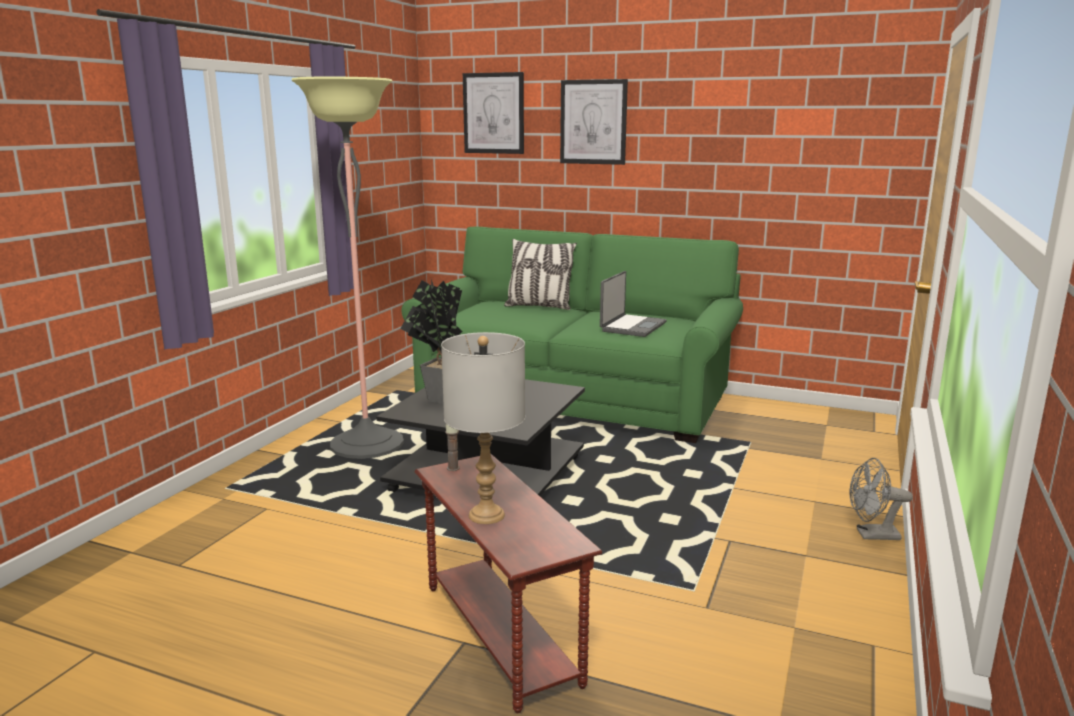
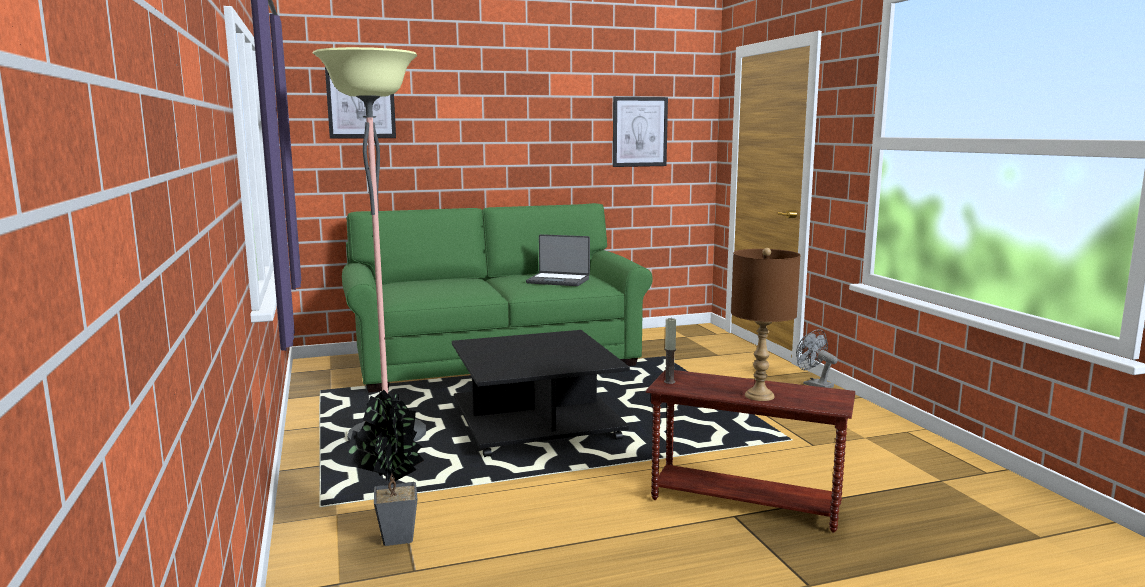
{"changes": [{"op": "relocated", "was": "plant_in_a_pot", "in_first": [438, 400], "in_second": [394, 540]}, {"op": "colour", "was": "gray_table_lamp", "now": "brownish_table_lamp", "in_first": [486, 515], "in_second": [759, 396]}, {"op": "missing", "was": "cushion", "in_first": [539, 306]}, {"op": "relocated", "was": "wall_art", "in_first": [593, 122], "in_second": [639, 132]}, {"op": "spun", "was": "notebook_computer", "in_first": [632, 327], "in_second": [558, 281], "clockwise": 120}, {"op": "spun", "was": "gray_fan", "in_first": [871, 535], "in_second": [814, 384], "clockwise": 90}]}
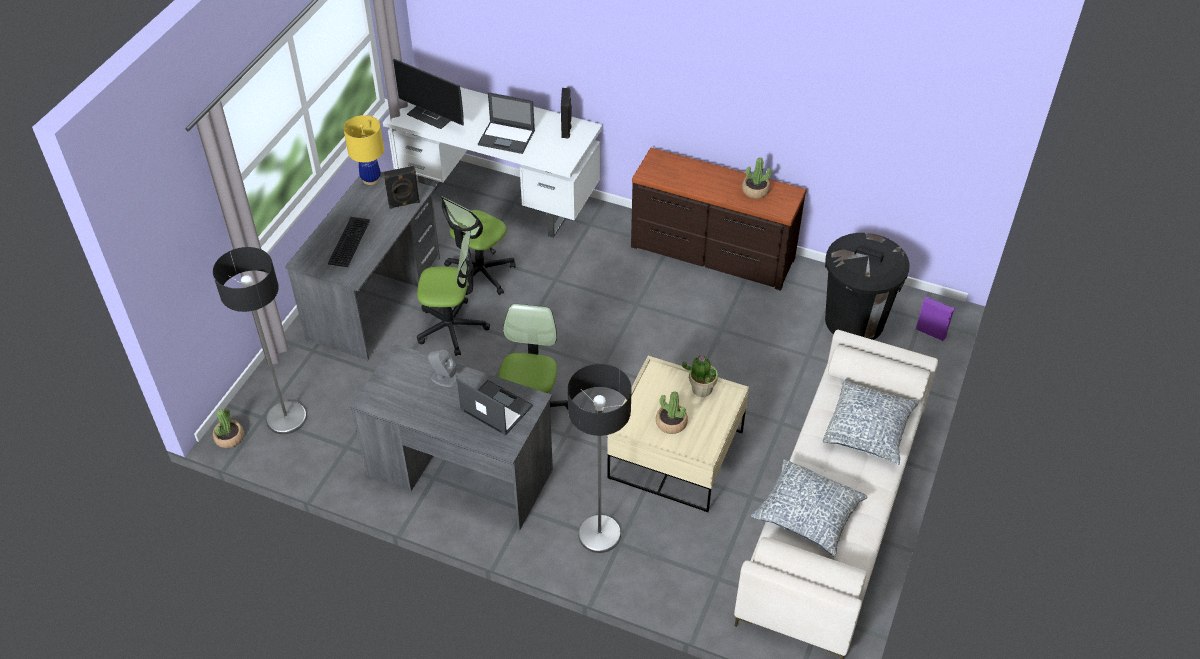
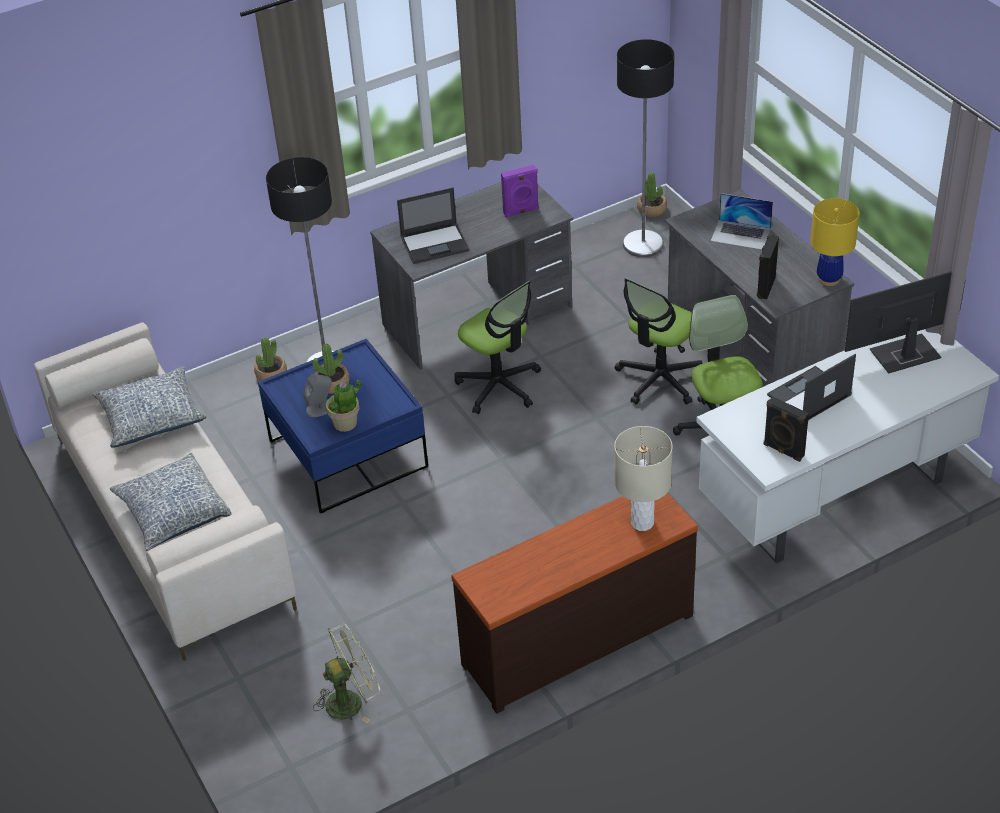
{"changes": [{"op": "exchanged", "was": "computer_keyboard", "now": "notebook_computer", "in_first": [348, 241], "in_second": [741, 234]}, {"op": "relocated", "was": "gray_loudspeaker", "in_first": [443, 378], "in_second": [320, 408]}, {"op": "colour", "was": "beige-coloured_lounge_table", "now": "blue_lounge_table", "in_first": [676, 455], "in_second": [347, 454]}, {"op": "relocated", "was": "plant_in_a_pot", "in_first": [755, 191], "in_second": [271, 374]}, {"op": "exchanged", "was": "black_rubbish_bin", "now": "greenish_fan", "in_first": [854, 321], "in_second": [351, 700]}, {"op": "relocated", "was": "purplish_loudspeaker", "in_first": [931, 332], "in_second": [521, 212]}, {"op": "appeared", "now": "beige-coloured_table_lamp", "in_second": [642, 522]}]}
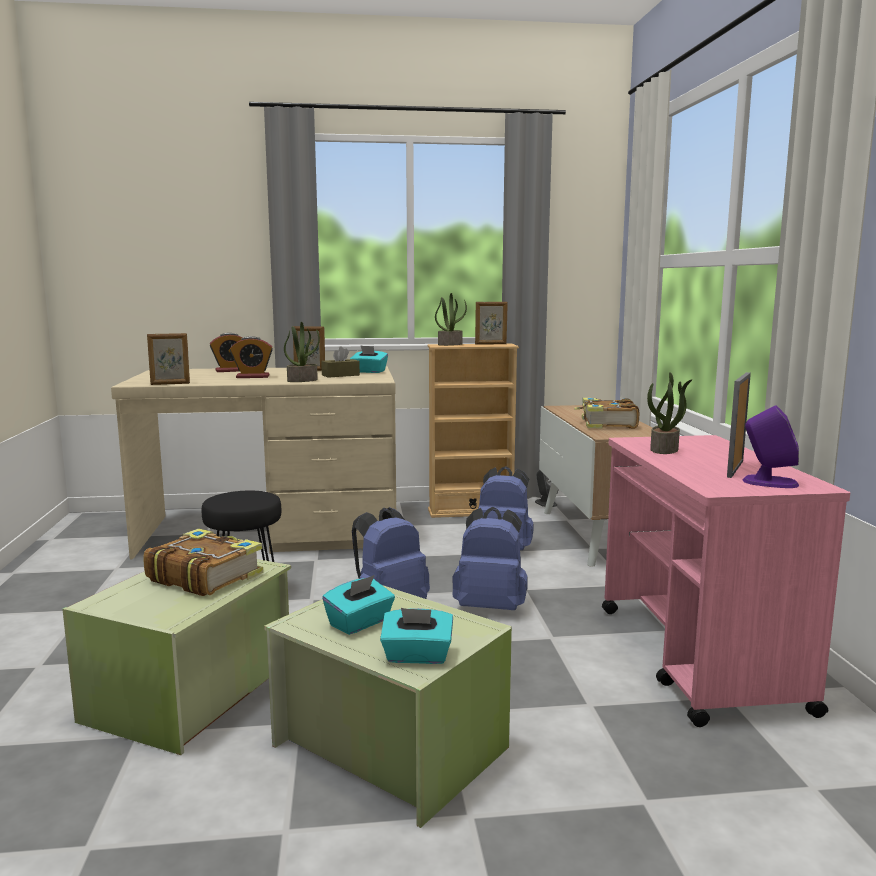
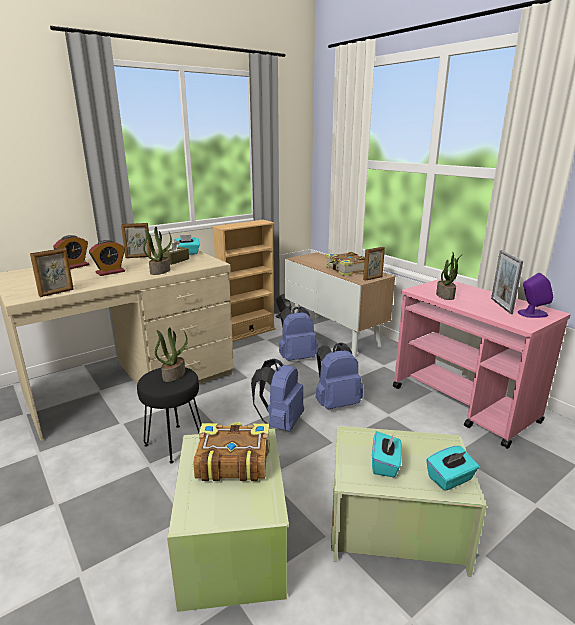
{"changes": [{"op": "relocated", "was": "plant_in_a_pot", "in_first": [450, 344], "in_second": [174, 375]}, {"op": "relocated", "was": "photo_frame", "in_first": [491, 344], "in_second": [373, 278]}]}
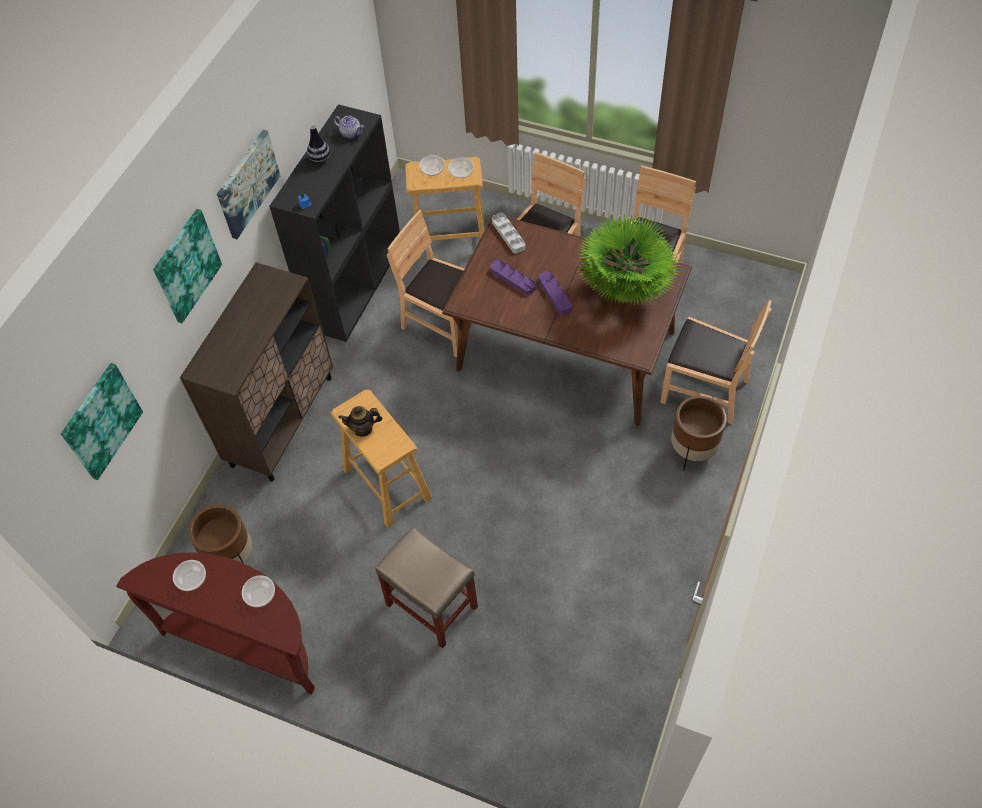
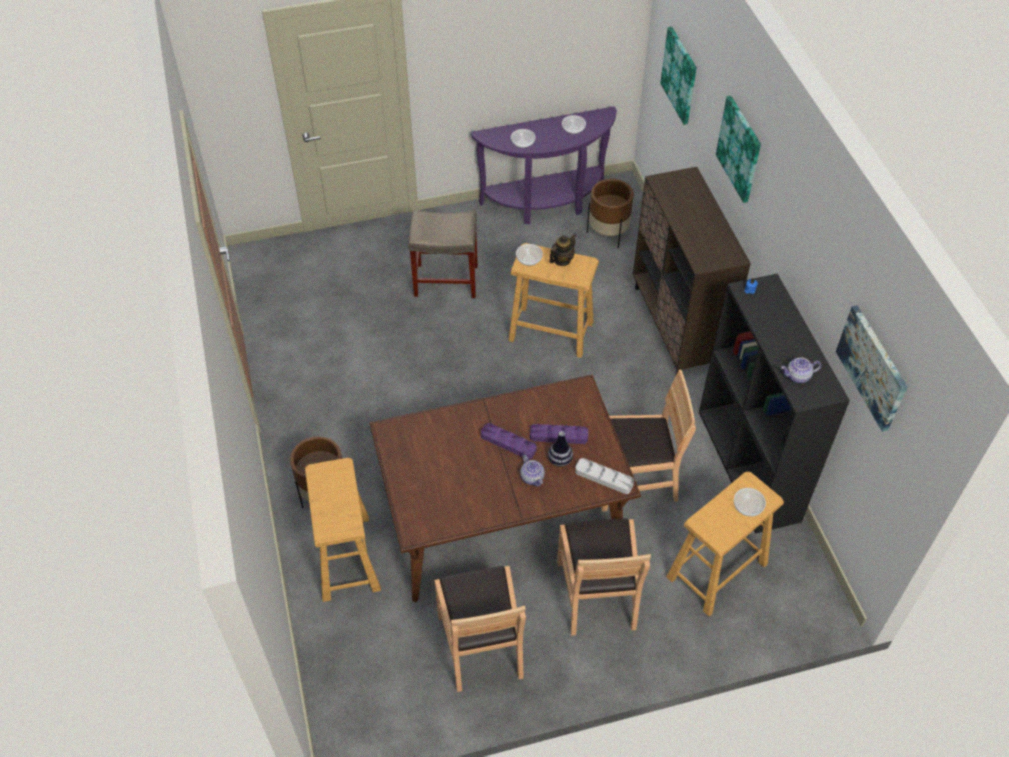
{"changes": [{"op": "colour", "was": "brownish_hall_table", "now": "purplish_hall_table", "in_first": [248, 641], "in_second": [546, 203]}, {"op": "relocated", "was": "wall_art", "in_first": [247, 183], "in_second": [872, 367]}, {"op": "relocated", "was": "decorative_vase", "in_first": [320, 159], "in_second": [559, 460]}, {"op": "relocated", "was": "bowl", "in_first": [461, 172], "in_second": [529, 260]}, {"op": "missing", "was": "plant_in_a_pot", "in_first": [625, 292]}, {"op": "exchanged", "was": "brownish_upright_chair", "now": "beige-coloured_stool", "in_first": [704, 390], "in_second": [346, 557]}, {"op": "appeared", "now": "teapot", "in_second": [532, 477]}]}
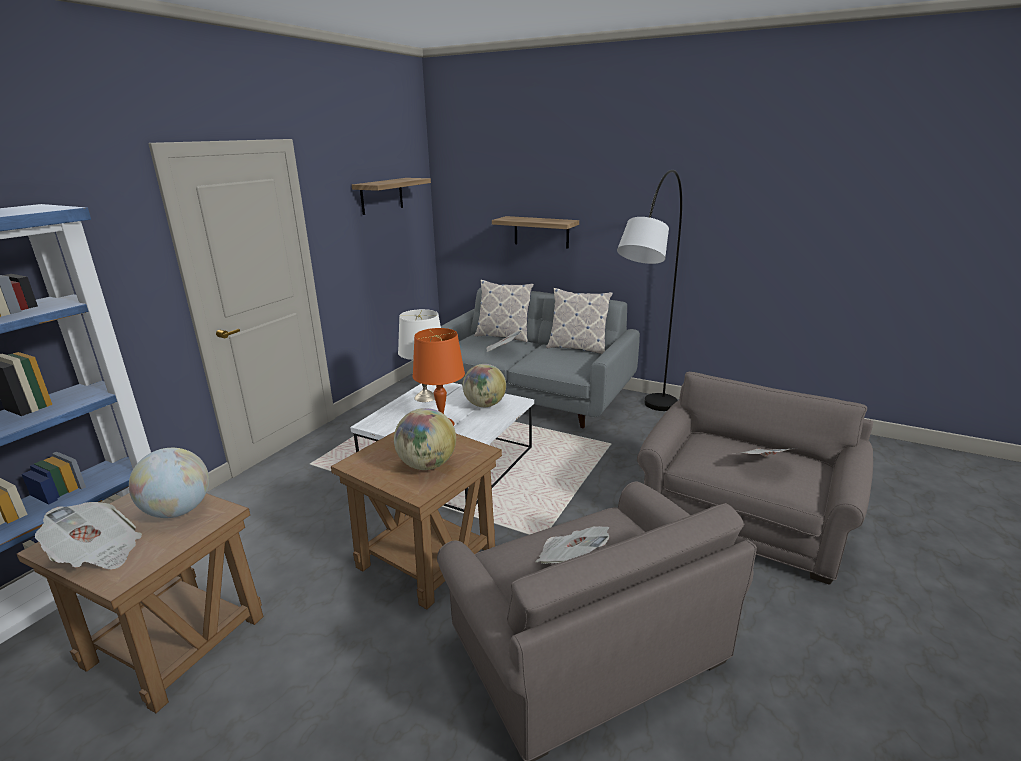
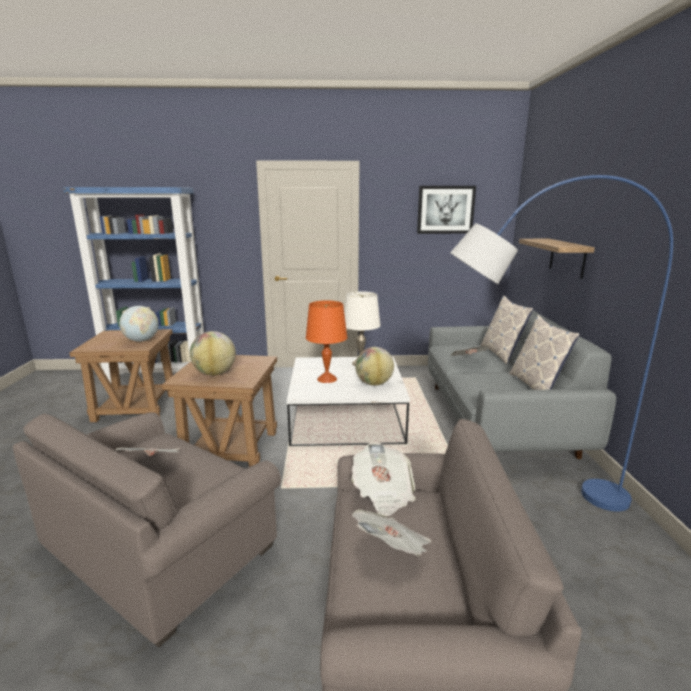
{"changes": [{"op": "relocated", "was": "daily_paper", "in_first": [97, 553], "in_second": [383, 493]}, {"op": "exchanged", "was": "bracket_shelf", "now": "wall_art", "in_first": [381, 196], "in_second": [445, 210]}, {"op": "colour", "was": "gray_floor_lamp", "now": "blue_floor_lamp", "in_first": [644, 430], "in_second": [524, 499]}]}
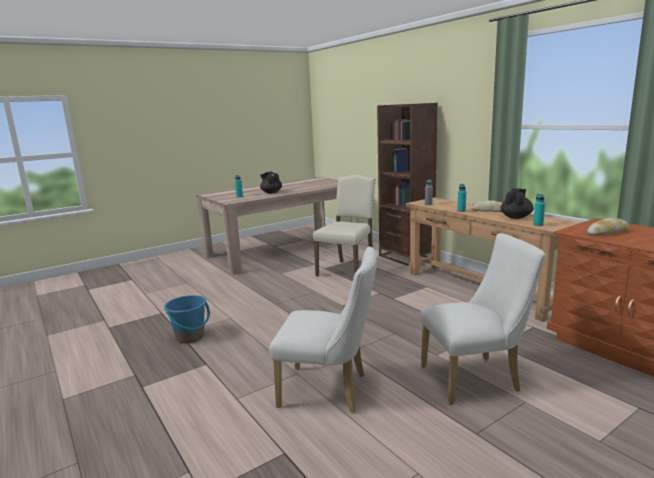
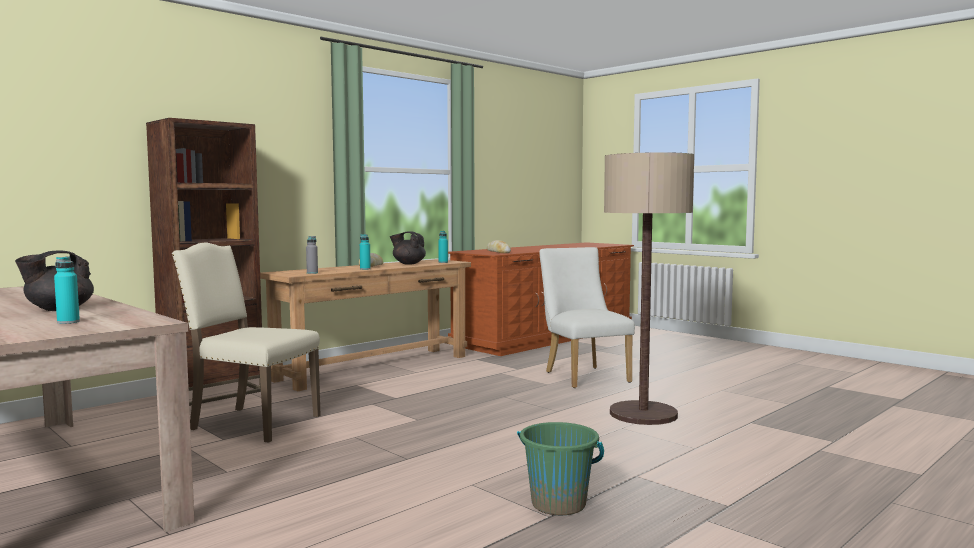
{"changes": [{"op": "colour", "was": "blue_pail", "now": "greenish_pail", "in_first": [190, 337], "in_second": [558, 504]}, {"op": "exchanged", "was": "white-coloured_upright_chair", "now": "floor_lamp", "in_first": [330, 390], "in_second": [643, 414]}]}
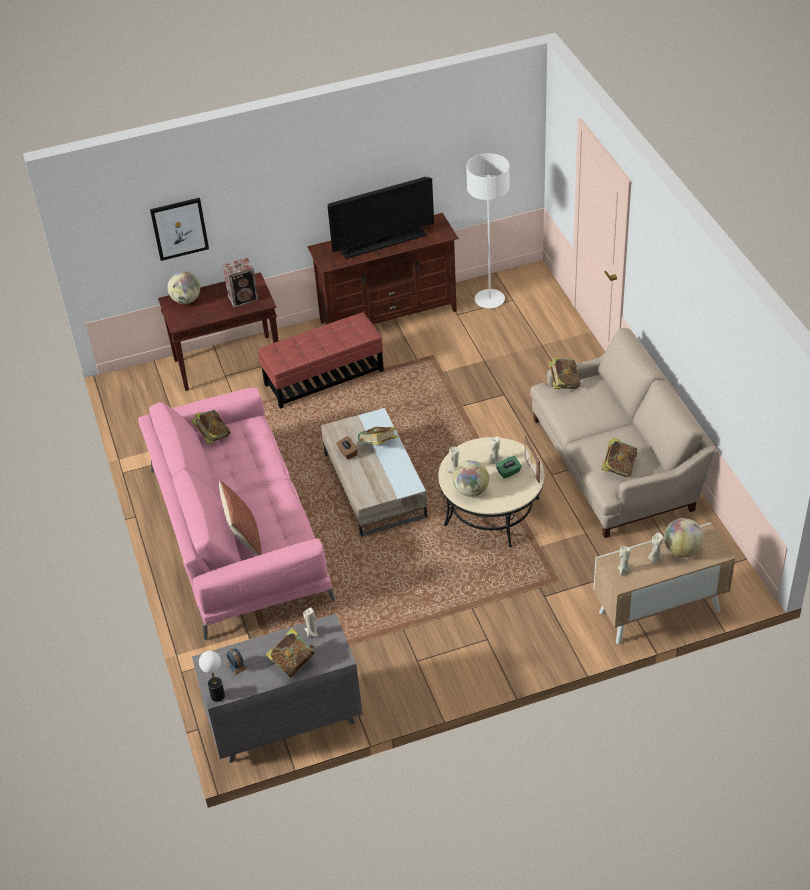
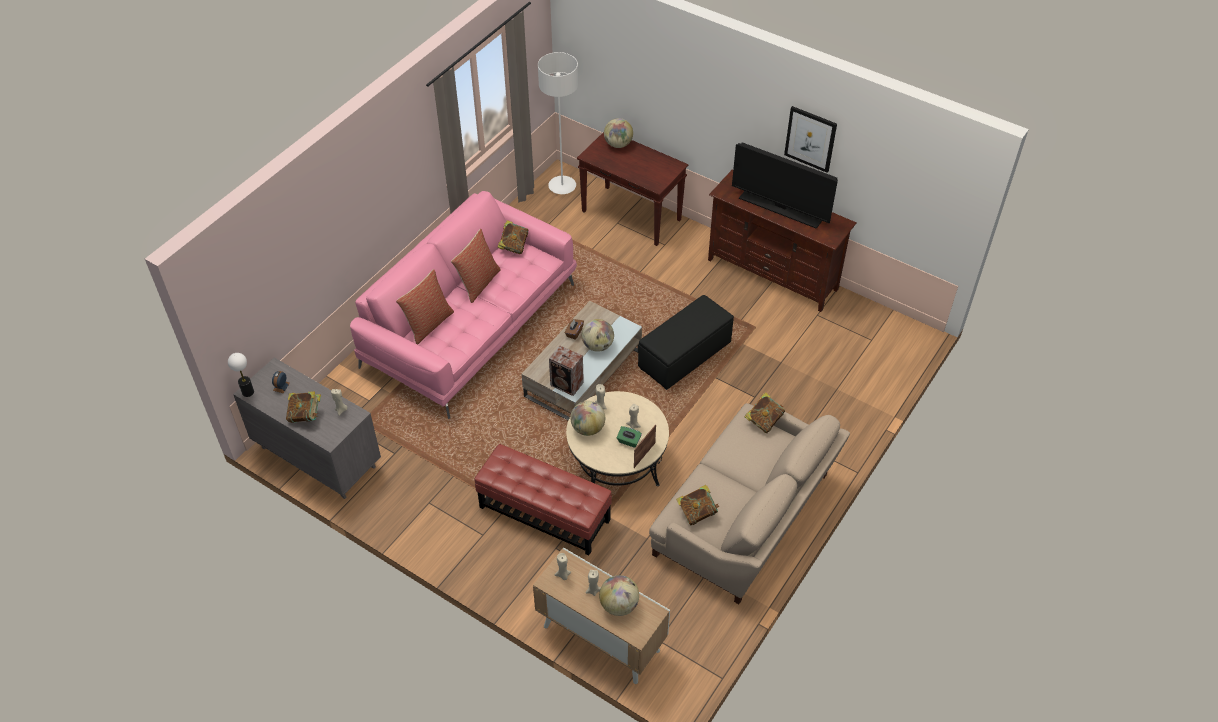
{"changes": [{"op": "relocated", "was": "wall_art", "in_first": [179, 228], "in_second": [810, 138]}, {"op": "relocated", "was": "loudspeaker", "in_first": [244, 298], "in_second": [567, 384]}, {"op": "relocated", "was": "red_footrest", "in_first": [323, 377], "in_second": [545, 513]}, {"op": "exchanged", "was": "volume", "now": "desk_globe", "in_first": [378, 445], "in_second": [598, 346]}, {"op": "relocated", "was": "white-coloured_floor_lamp", "in_first": [489, 300], "in_second": [562, 186]}, {"op": "appeared", "now": "cushion", "in_second": [478, 283]}, {"op": "appeared", "now": "black_footrest", "in_second": [685, 356]}]}
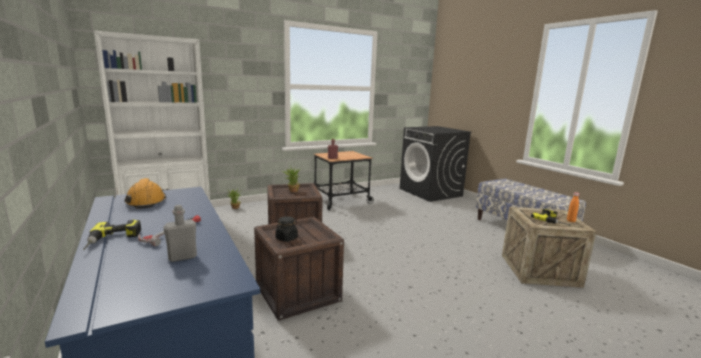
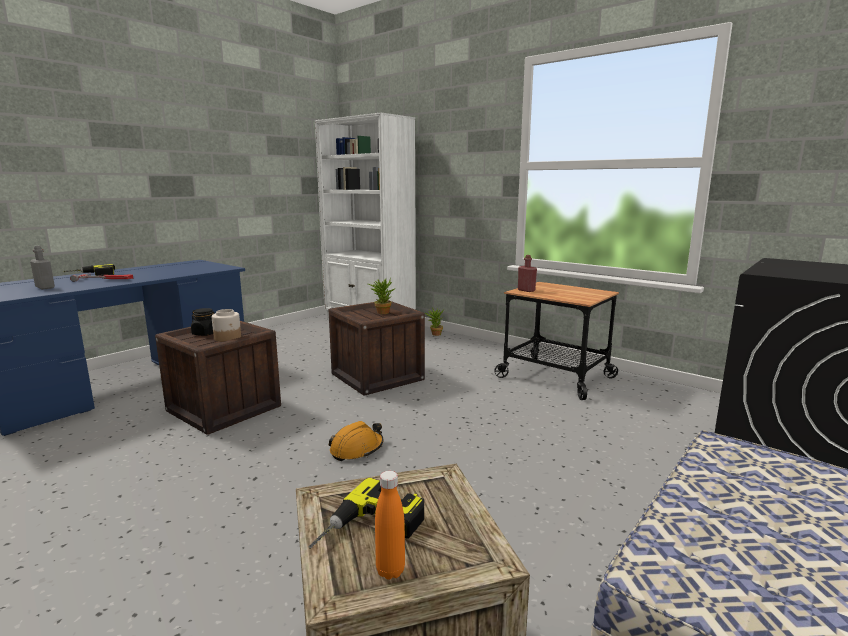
{"changes": [{"op": "relocated", "was": "orangey_hard_hat", "in_first": [146, 201], "in_second": [357, 449]}, {"op": "appeared", "now": "preserve_jar", "in_second": [228, 338]}]}
